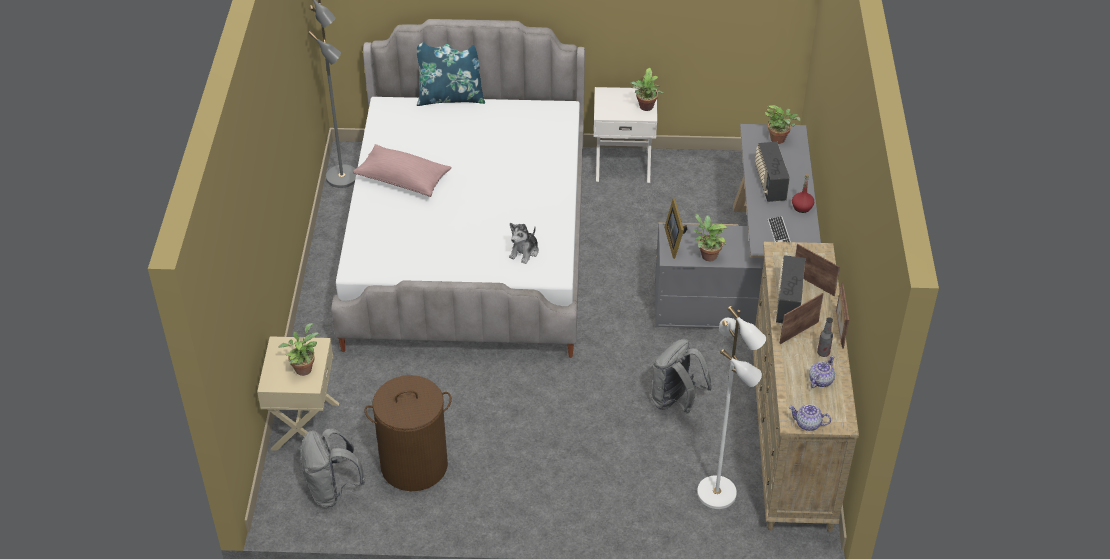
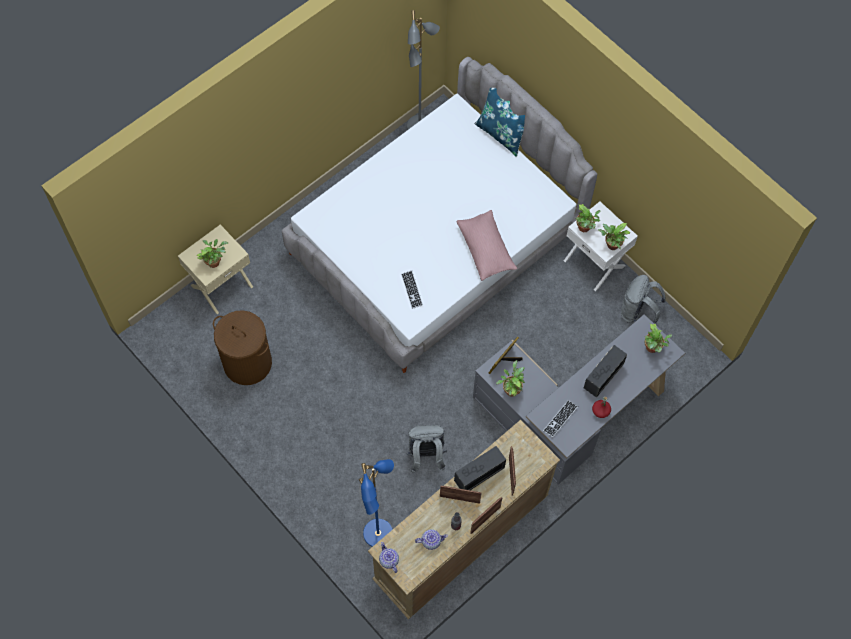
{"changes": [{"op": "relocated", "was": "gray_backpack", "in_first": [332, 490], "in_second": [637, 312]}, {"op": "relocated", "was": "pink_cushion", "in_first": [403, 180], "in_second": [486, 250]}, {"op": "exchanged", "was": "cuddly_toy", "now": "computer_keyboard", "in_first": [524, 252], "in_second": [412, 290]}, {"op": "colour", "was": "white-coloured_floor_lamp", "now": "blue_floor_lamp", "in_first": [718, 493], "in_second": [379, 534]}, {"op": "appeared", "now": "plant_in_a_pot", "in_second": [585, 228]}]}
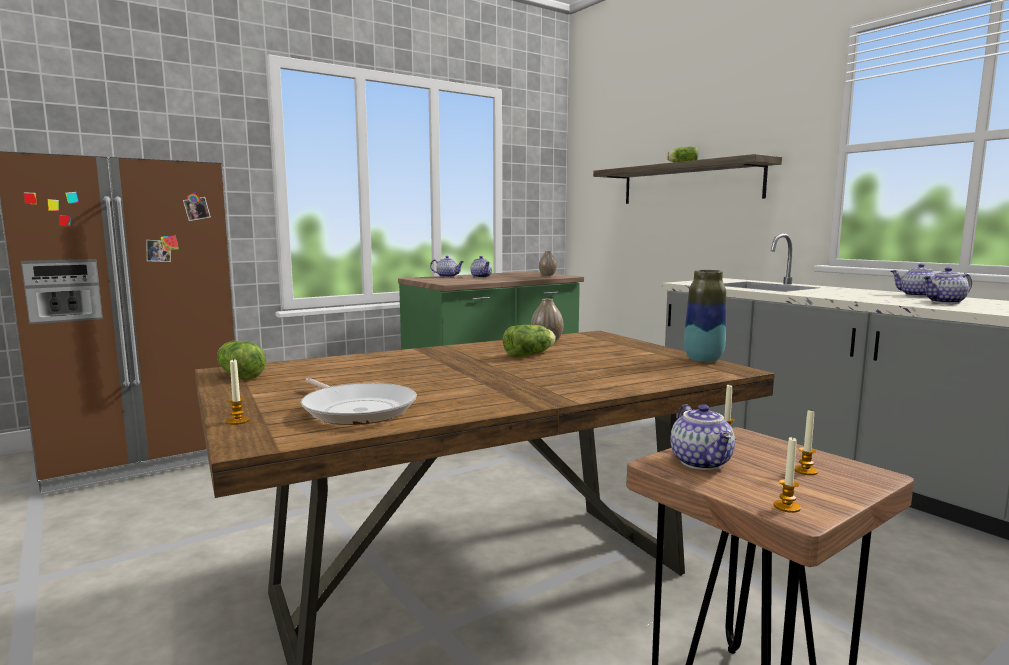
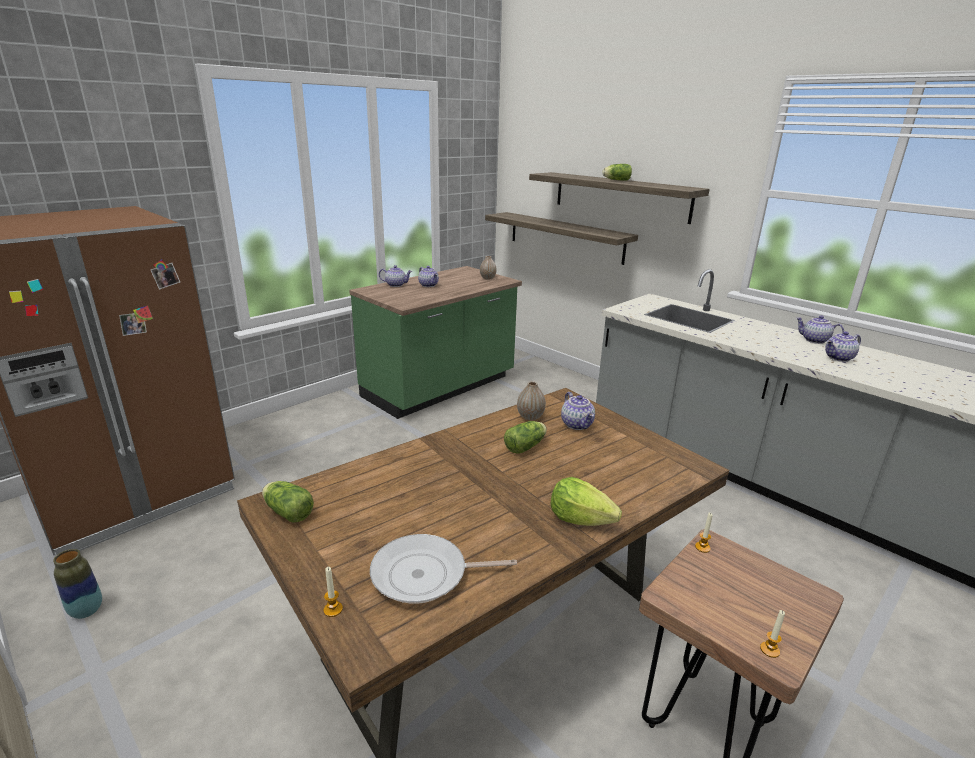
{"changes": [{"op": "spun", "was": "frying_pan", "in_first": [356, 409], "in_second": [425, 575], "clockwise": 135}, {"op": "relocated", "was": "teapot", "in_first": [702, 463], "in_second": [577, 424]}, {"op": "relocated", "was": "decorative_vase", "in_first": [703, 360], "in_second": [86, 610]}, {"op": "missing", "was": "wax_light", "in_first": [805, 471]}, {"op": "appeared", "now": "bracket_shelf", "in_second": [565, 237]}, {"op": "appeared", "now": "head_of_lettuce", "in_second": [580, 519]}]}
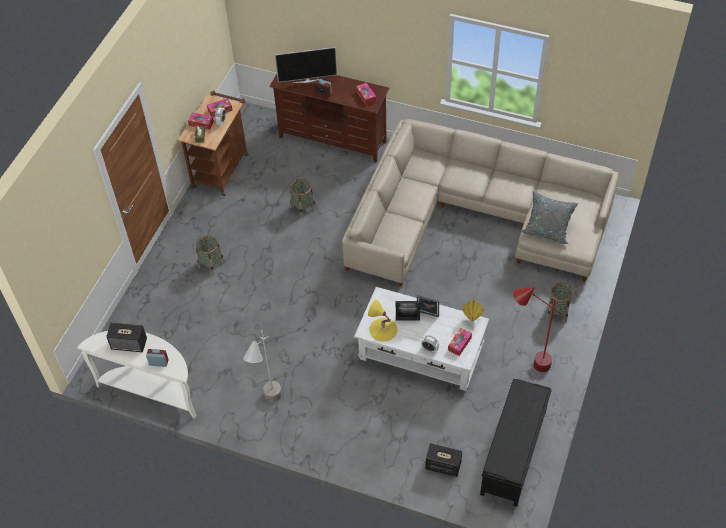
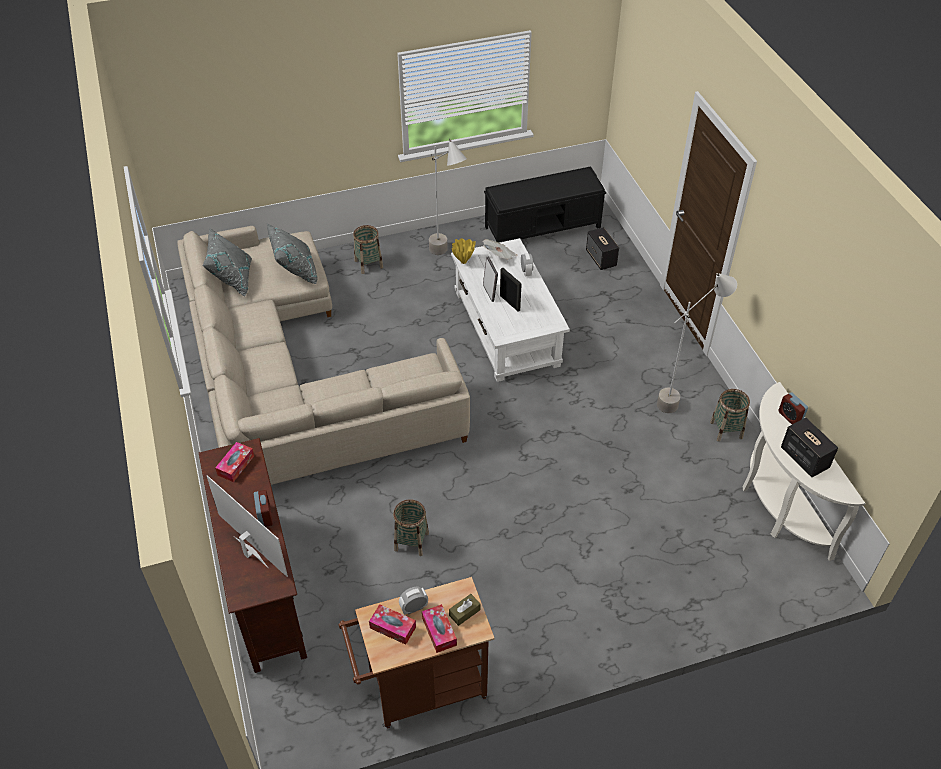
{"changes": [{"op": "relocated", "was": "household_basket", "in_first": [211, 264], "in_second": [726, 430]}, {"op": "missing", "was": "yellowish_table_lamp", "in_first": [383, 329]}, {"op": "exchanged", "was": "box_of_tissues", "now": "daily_paper", "in_first": [459, 344], "in_second": [499, 256]}, {"op": "colour", "was": "red_floor_lamp", "now": "gray_floor_lamp", "in_first": [527, 364], "in_second": [447, 257]}, {"op": "appeared", "now": "gray_cushion", "in_second": [232, 279]}]}
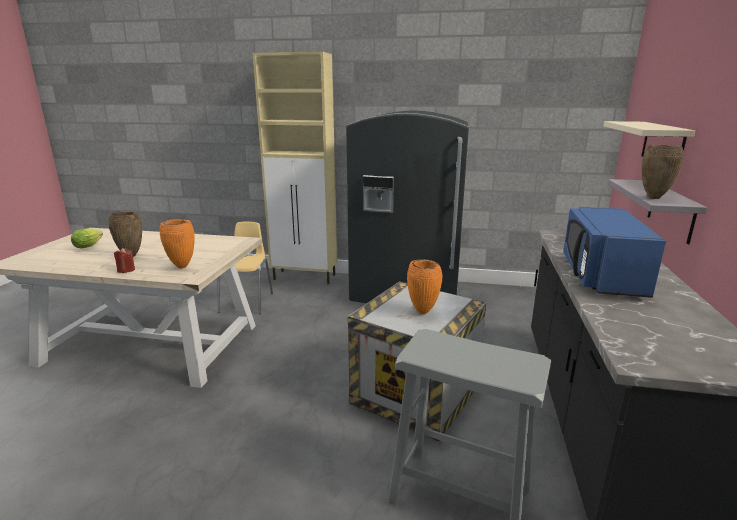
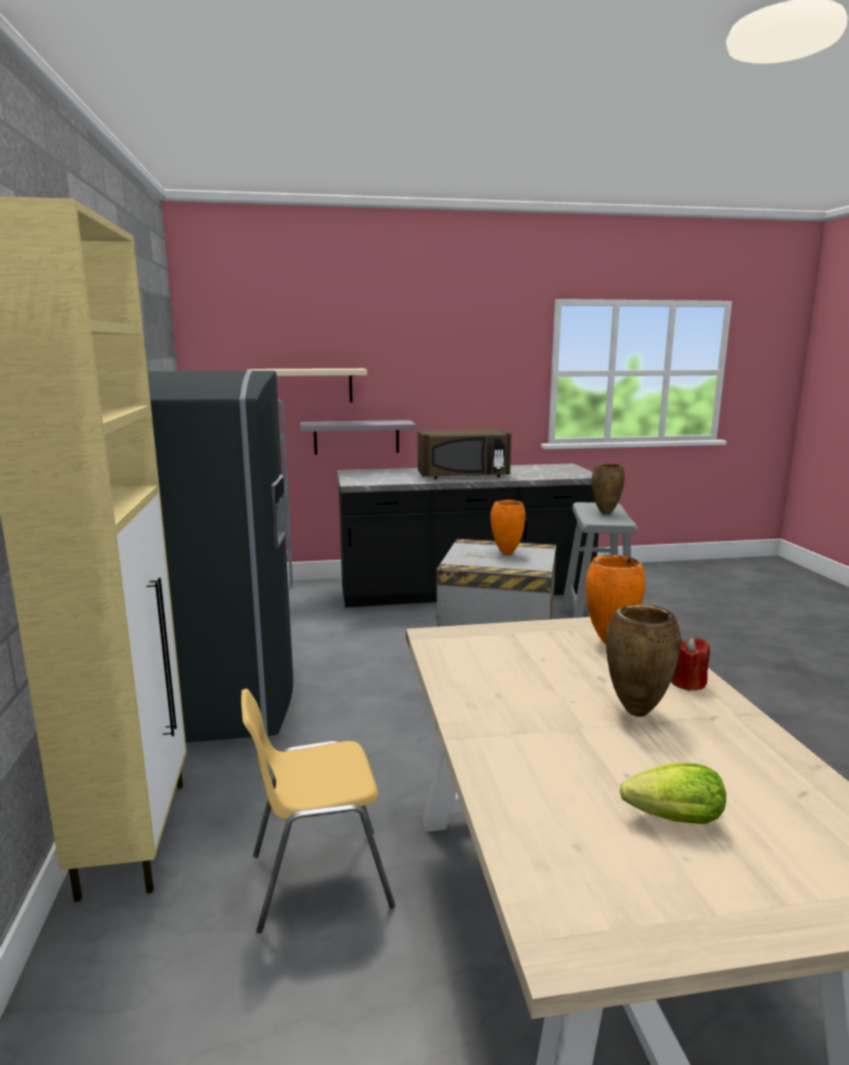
{"changes": [{"op": "colour", "was": "blue_microwave_oven", "now": "brownish_microwave_oven", "in_first": [600, 276], "in_second": [464, 476]}, {"op": "relocated", "was": "brownish_decorative_vase", "in_first": [653, 198], "in_second": [605, 513]}]}
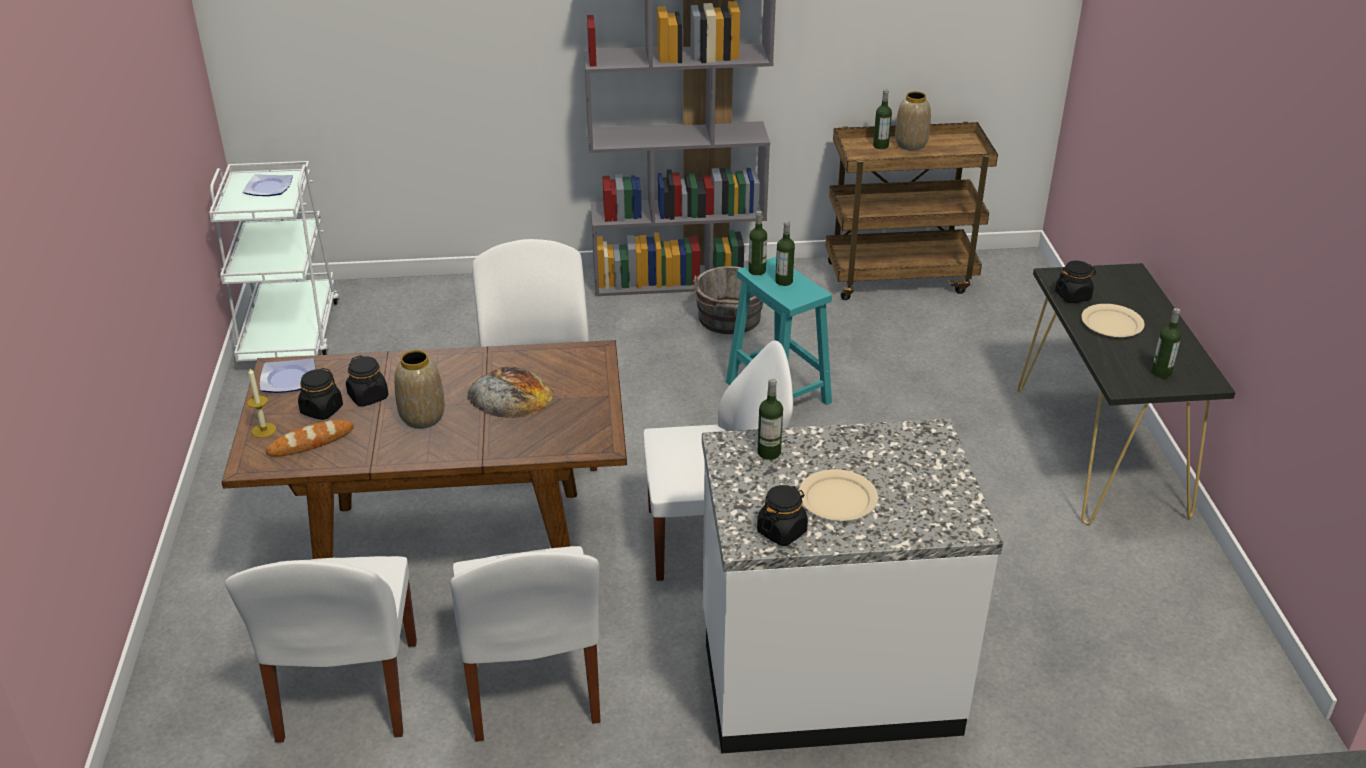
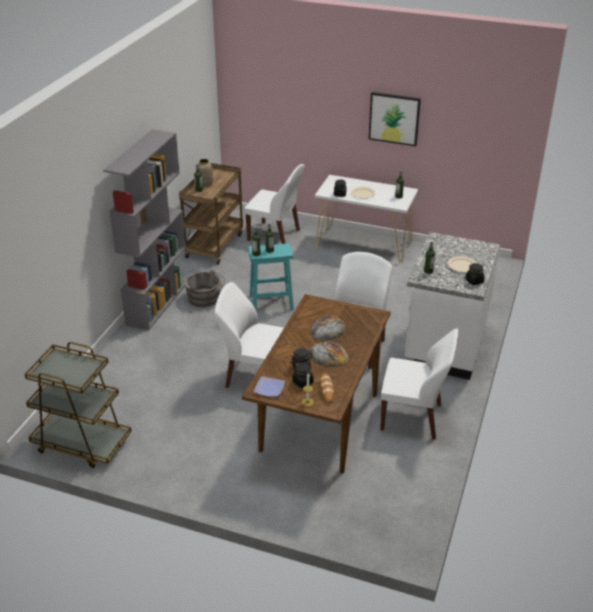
{"changes": [{"op": "colour", "was": "white-coloured_cart", "now": "brownish_cart", "in_first": [290, 332], "in_second": [81, 443]}, {"op": "relocated", "was": "white-coloured_upright_chair", "in_first": [347, 694], "in_second": [275, 236]}, {"op": "missing", "was": "plate", "in_first": [269, 188]}, {"op": "exchanged", "was": "decorative_vase", "now": "baked_bread", "in_first": [423, 417], "in_second": [328, 355]}, {"op": "colour", "was": "black_hall_table", "now": "white-coloured_hall_table", "in_first": [1100, 451], "in_second": [364, 245]}, {"op": "appeared", "now": "wall_art", "in_second": [394, 118]}]}
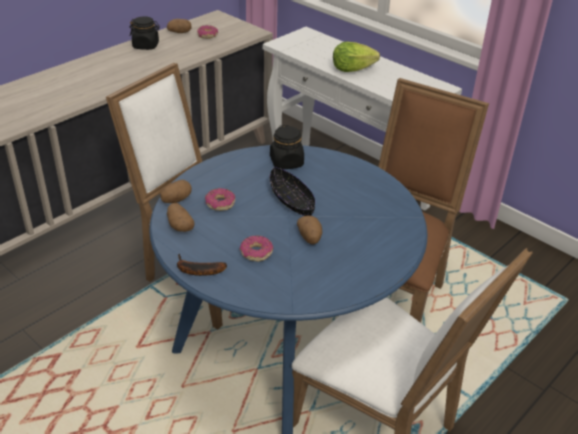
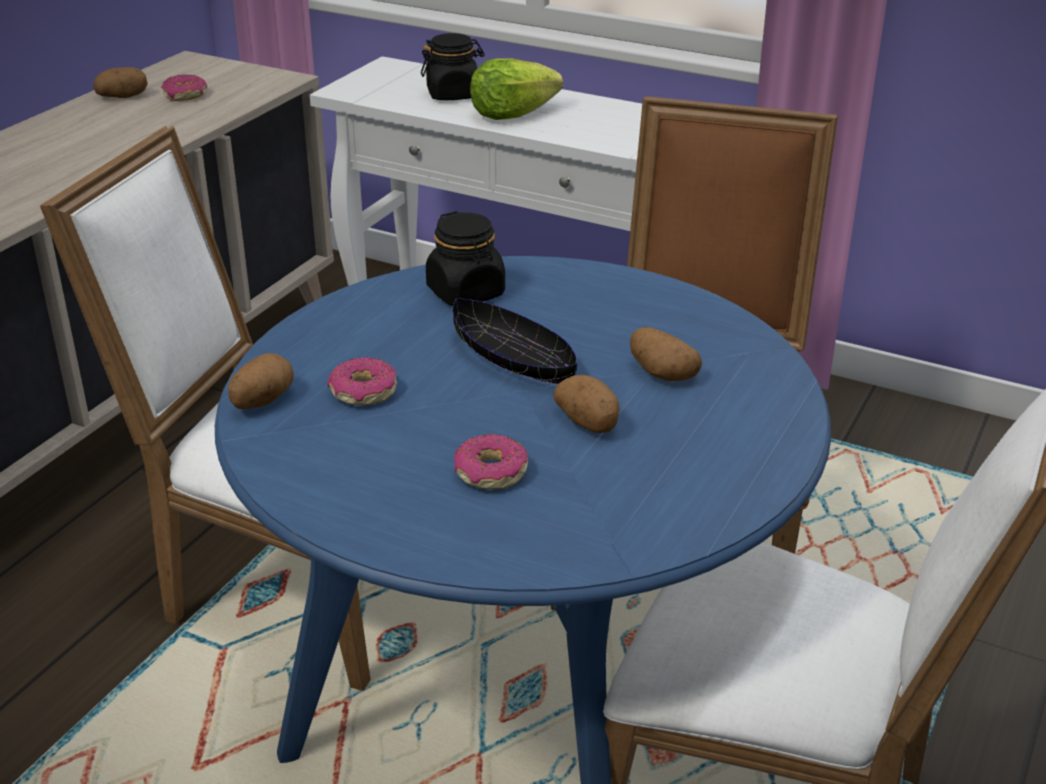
{"changes": [{"op": "relocated", "was": "black_preserve_jar", "in_first": [146, 46], "in_second": [453, 94]}, {"op": "relocated", "was": "spud", "in_first": [179, 226], "in_second": [661, 373]}, {"op": "missing", "was": "whole_banana", "in_first": [196, 270]}]}
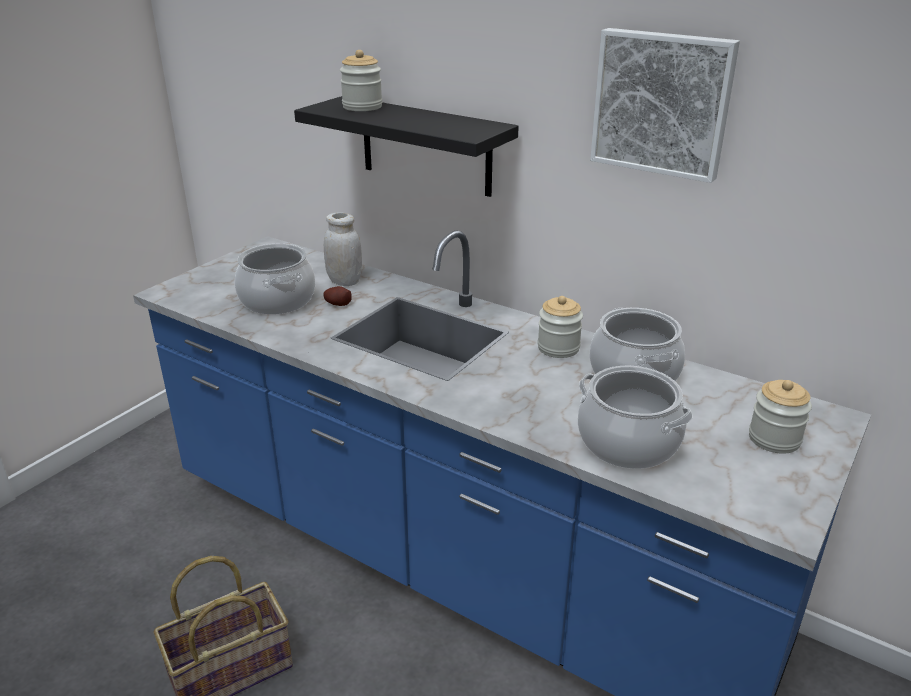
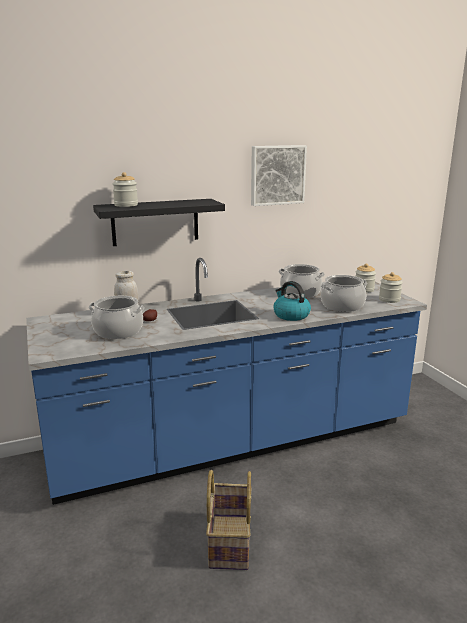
{"changes": [{"op": "relocated", "was": "preserve_jar", "in_first": [558, 348], "in_second": [389, 299]}, {"op": "appeared", "now": "kettle", "in_second": [290, 315]}]}
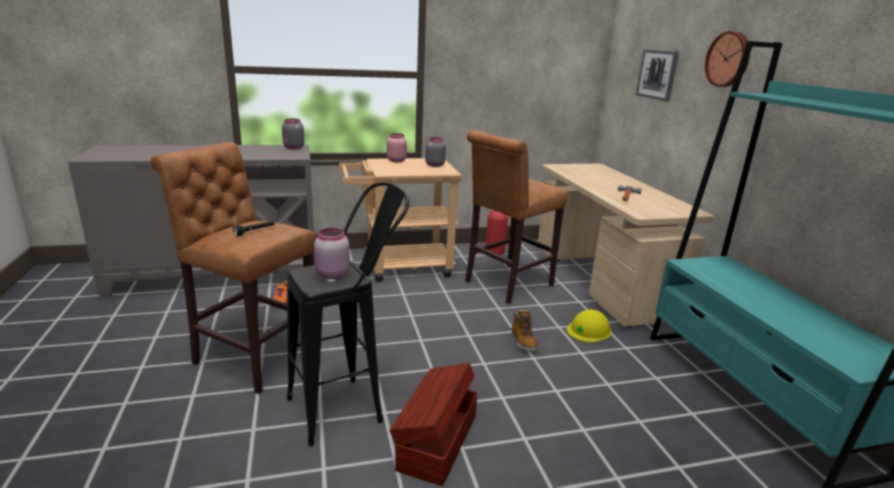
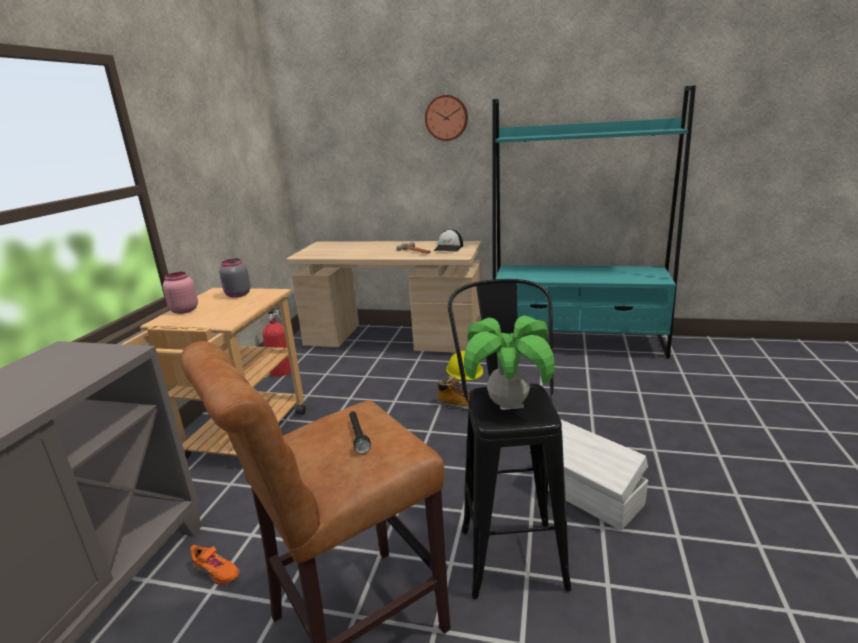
{"changes": [{"op": "missing", "was": "gray_preserve_jar", "in_first": [293, 148]}, {"op": "exchanged", "was": "pink_preserve_jar", "now": "plant_in_a_pot", "in_first": [331, 274], "in_second": [508, 403]}, {"op": "colour", "was": "brownish_storage_bin", "now": "white-coloured_storage_bin", "in_first": [436, 442], "in_second": [586, 495]}, {"op": "missing", "was": "brownish_stool", "in_first": [505, 285]}, {"op": "missing", "was": "wall_art", "in_first": [657, 74]}, {"op": "appeared", "now": "baseball_cap", "in_second": [449, 248]}]}
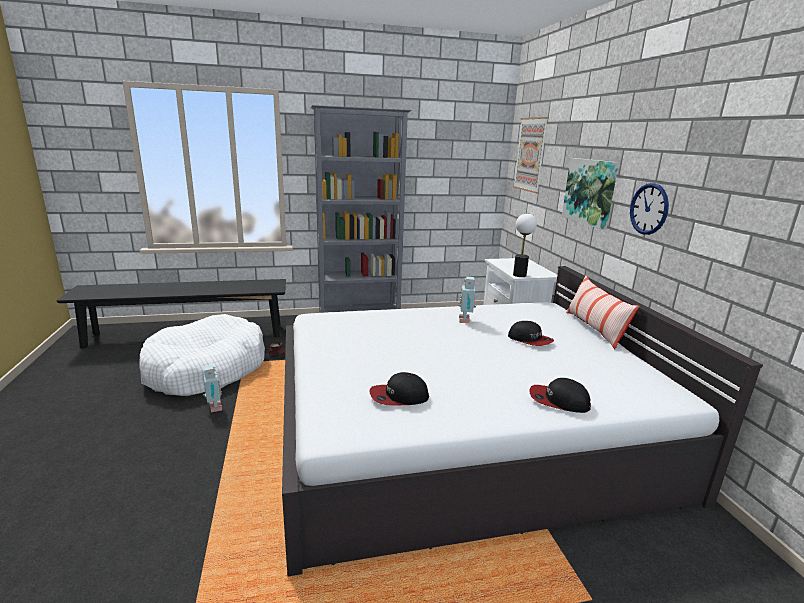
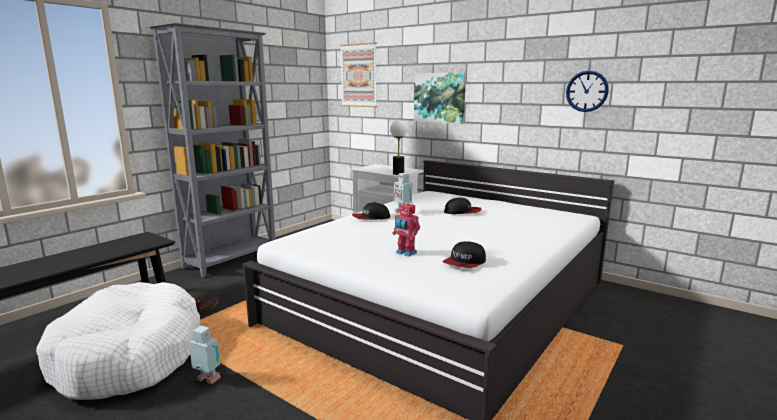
{"changes": [{"op": "relocated", "was": "baseball_cap", "in_first": [558, 401], "in_second": [371, 218]}, {"op": "missing", "was": "cushion", "in_first": [594, 329]}, {"op": "relocated", "was": "hanging_clock", "in_first": [649, 209], "in_second": [586, 91]}, {"op": "appeared", "now": "toy_robot", "in_second": [405, 253]}]}
